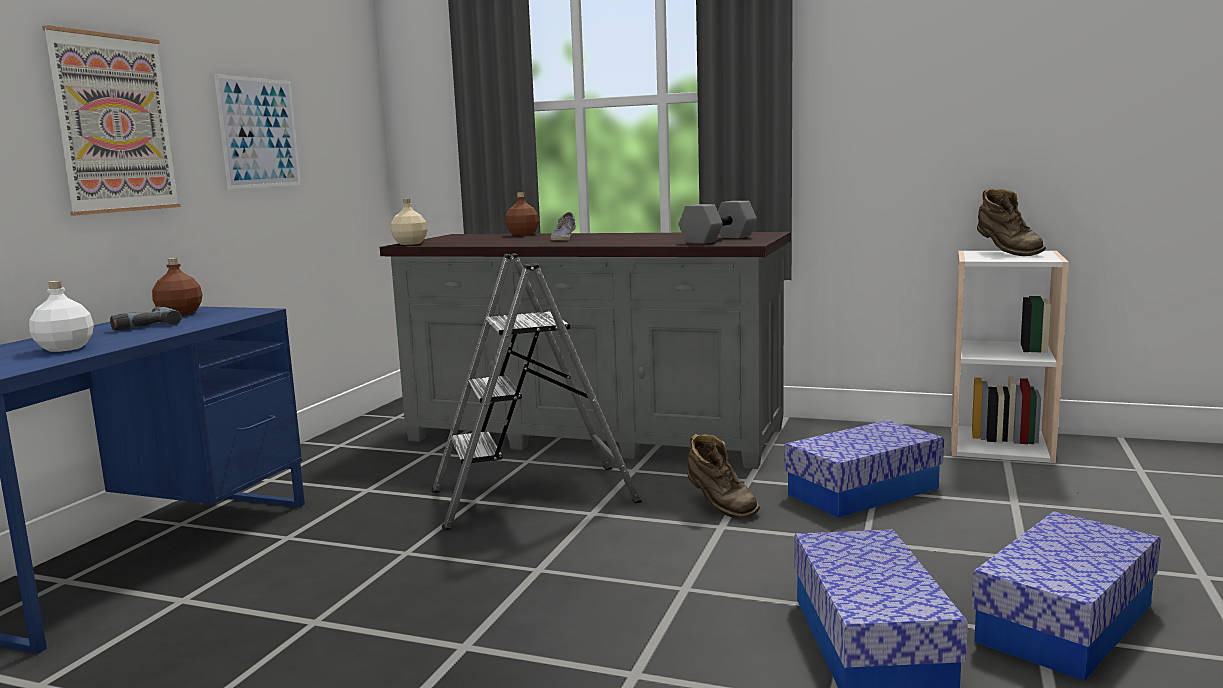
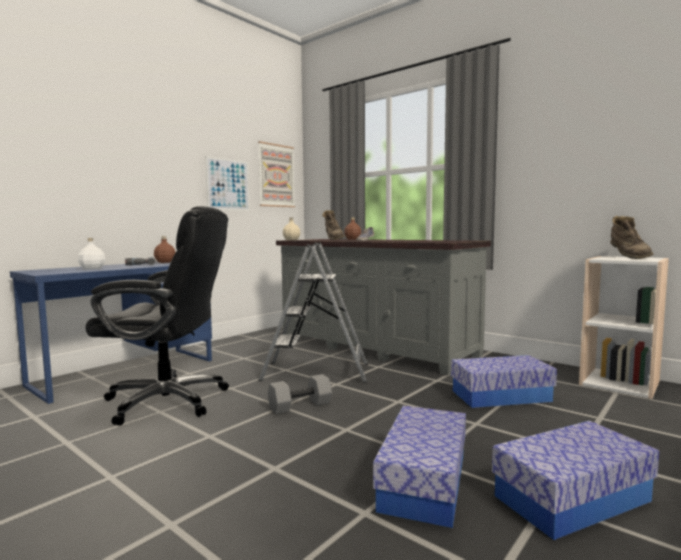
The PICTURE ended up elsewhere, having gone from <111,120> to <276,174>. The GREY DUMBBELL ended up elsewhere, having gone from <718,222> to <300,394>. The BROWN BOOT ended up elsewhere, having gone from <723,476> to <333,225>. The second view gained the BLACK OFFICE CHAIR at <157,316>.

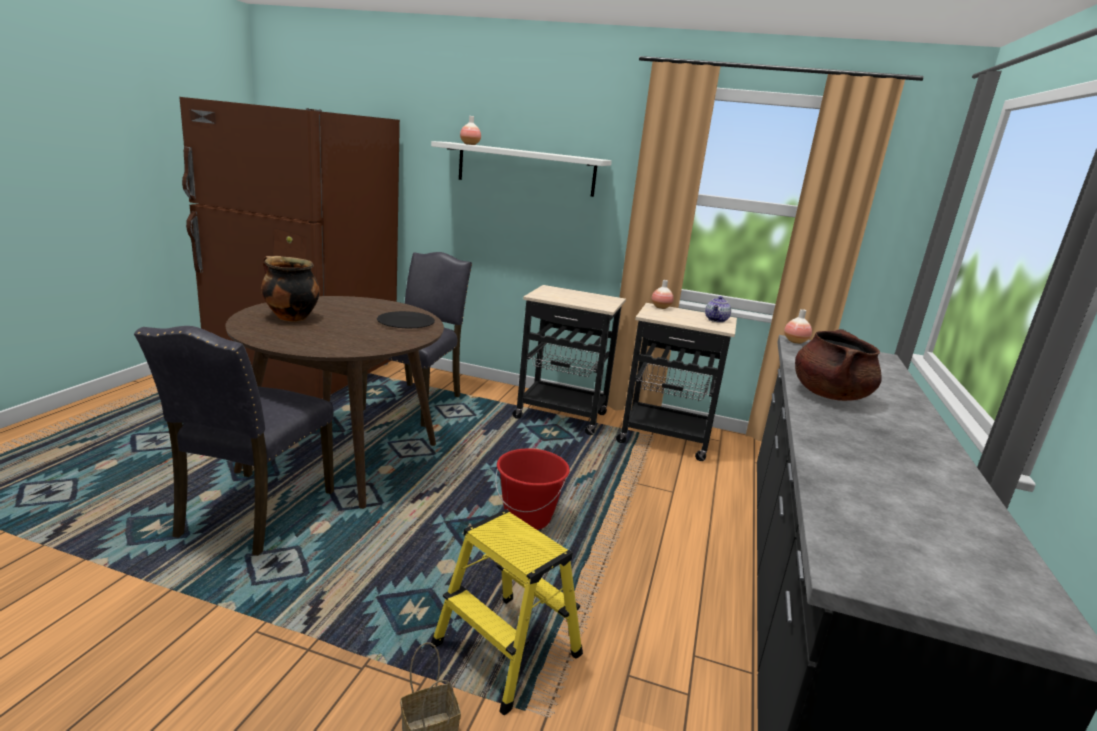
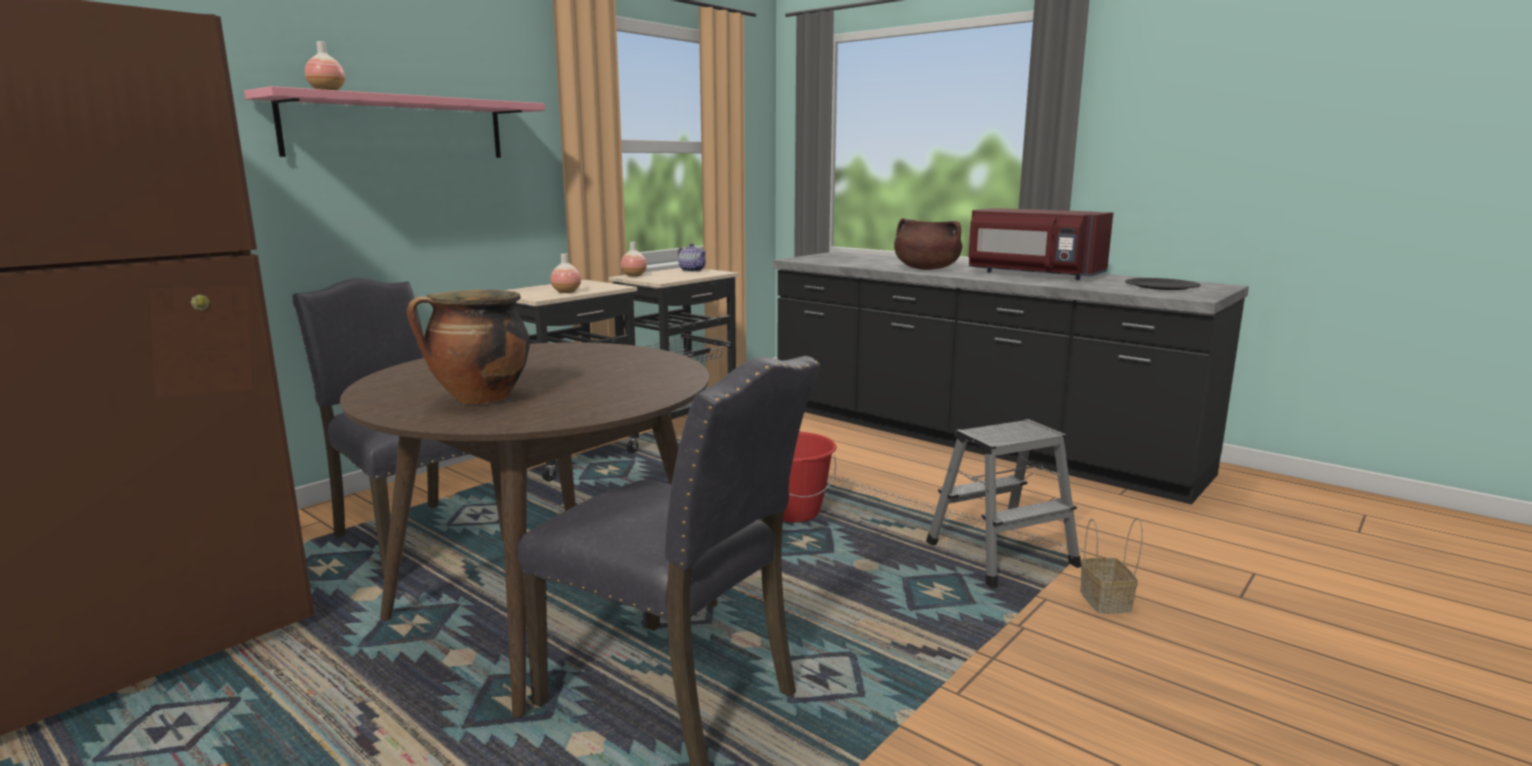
The BLACK PLATE ended up elsewhere, having gone from <406,319> to <1163,284>. What was the YELLOW STEP LADDER at <506,612> turned into the GREY STEP LADDER at <1003,503>. What was the WHITE SHELF at <521,169> turned into the PINK SHELF at <394,122>. The VASE ended up elsewhere, having gone from <798,326> to <565,273>. The second view gained the RED MICROWAVE at <1041,244>.

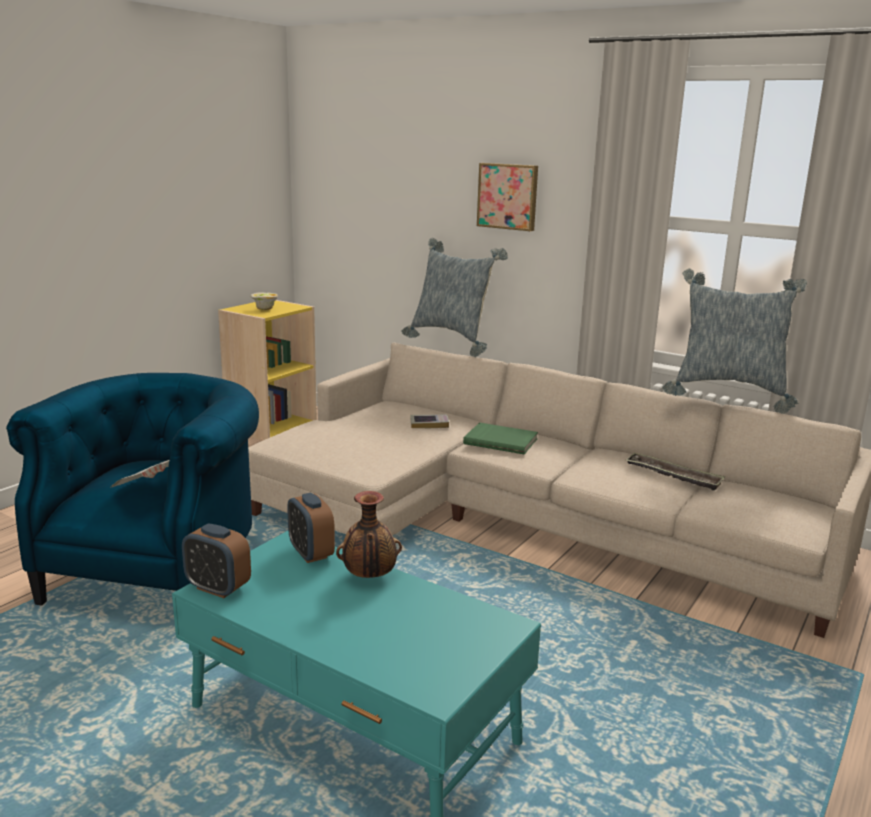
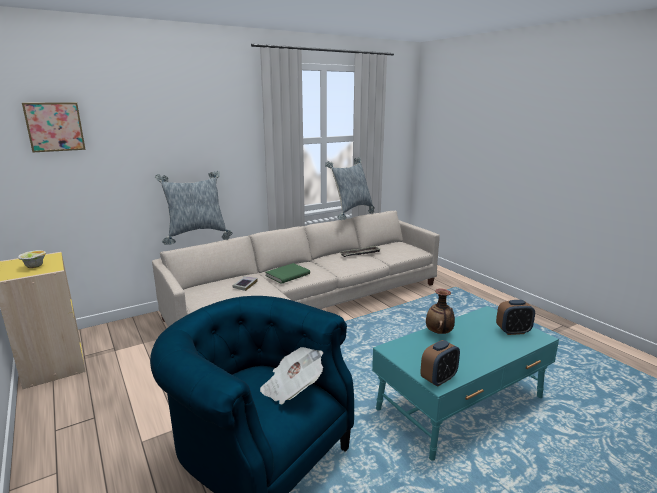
The ALARM CLOCK ended up elsewhere, having gone from <311,528> to <515,317>. The PICTURE ended up elsewhere, having gone from <507,197> to <54,127>.

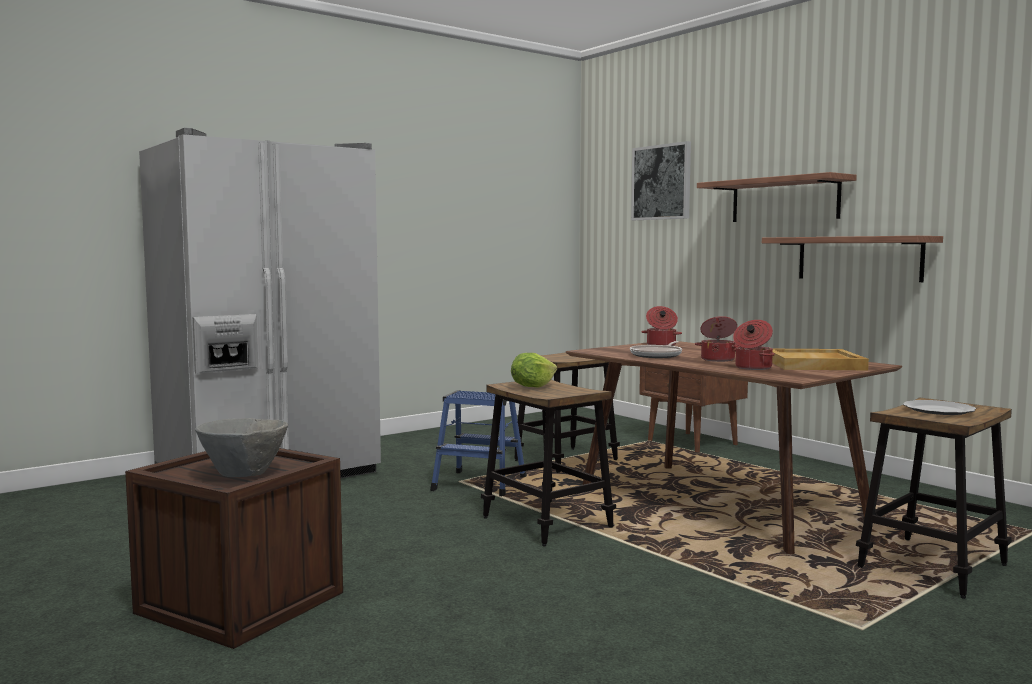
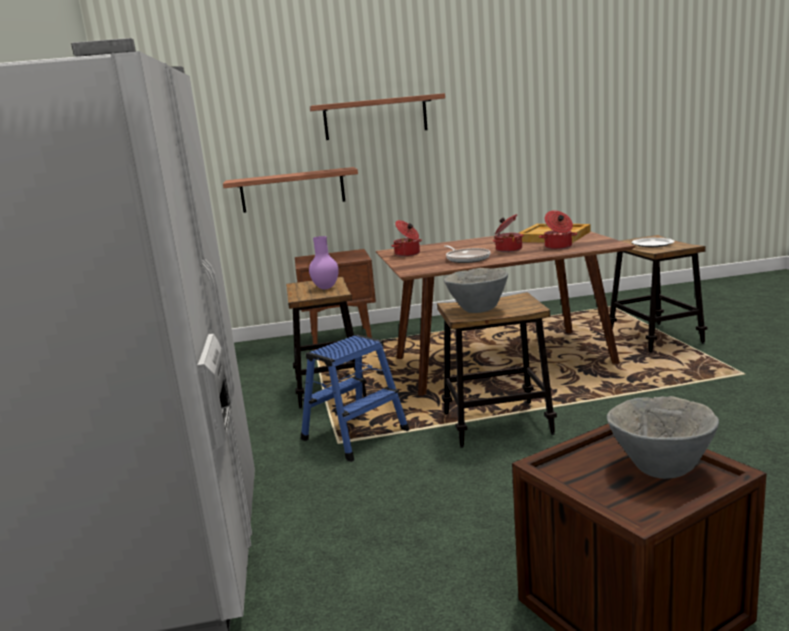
Where the LETTUCE stood at <534,370>, the GREY BOWL came to stand at <476,290>. The second view lost the PICTURE at <661,180>. The SHELF ended up elsewhere, having gone from <852,259> to <290,190>. The second view gained the PURPLE VASE at <324,262>.

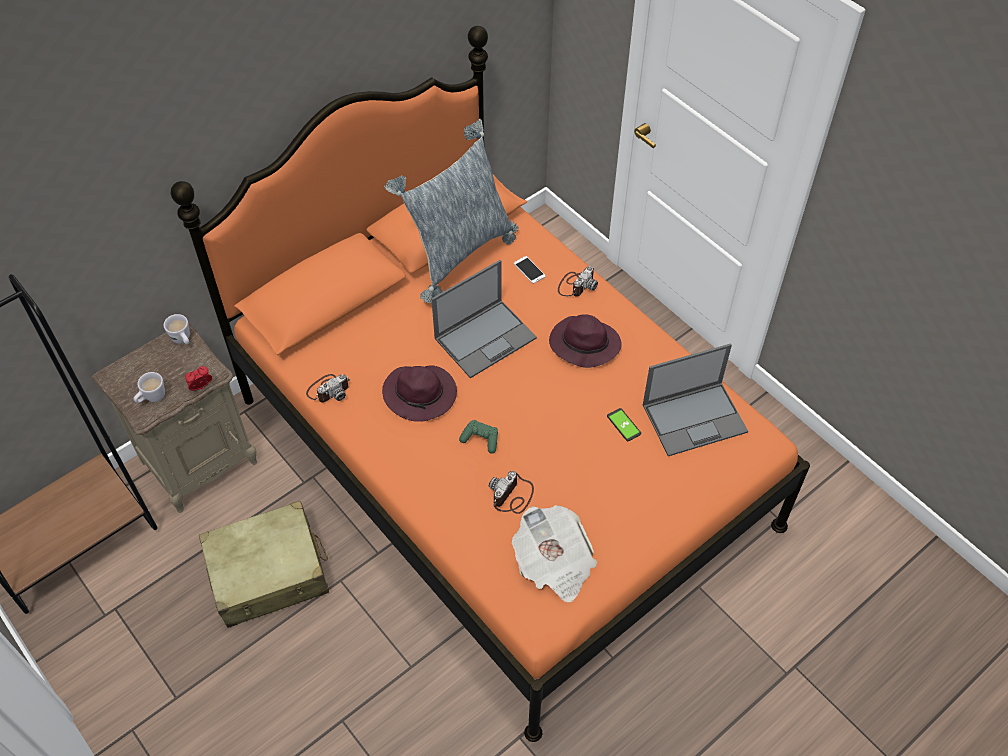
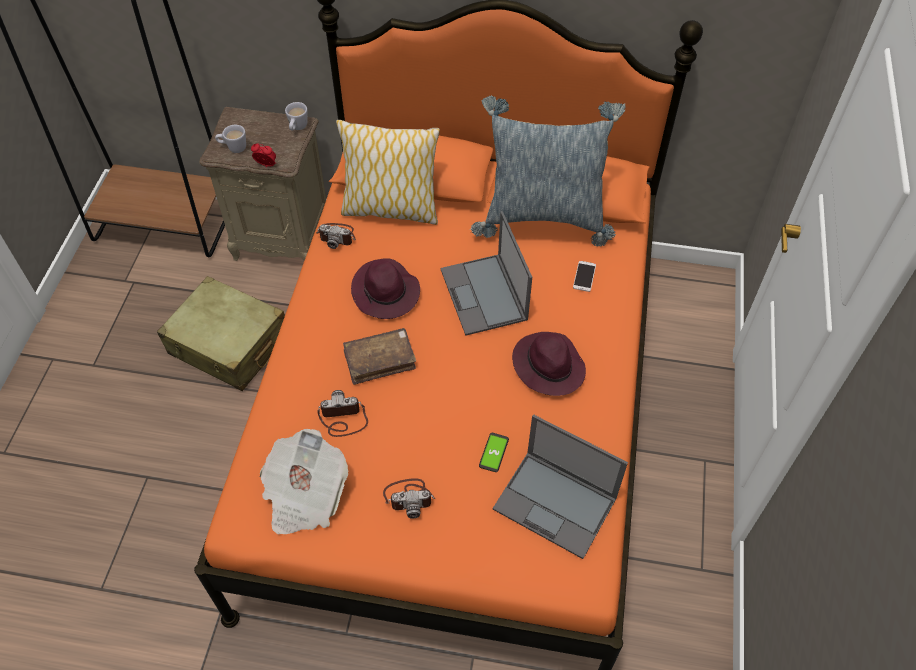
The LAPTOP at <484,319> ended up facing another way, 60 degrees clockwise from before. Where the GREEN GAME CONTROLLER stood at <478,437>, the BROWN BOOK came to stand at <379,356>. The PHOTO CAMERA ended up elsewhere, having gone from <578,281> to <409,498>. The second view gained the PILLOW at <388,172>.

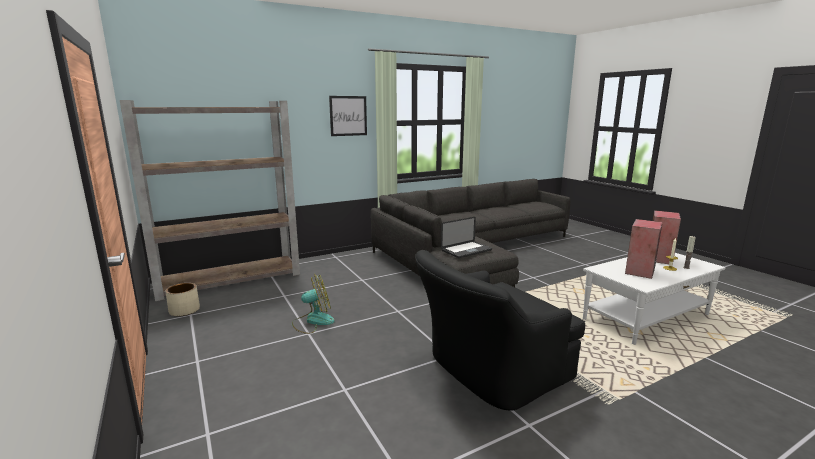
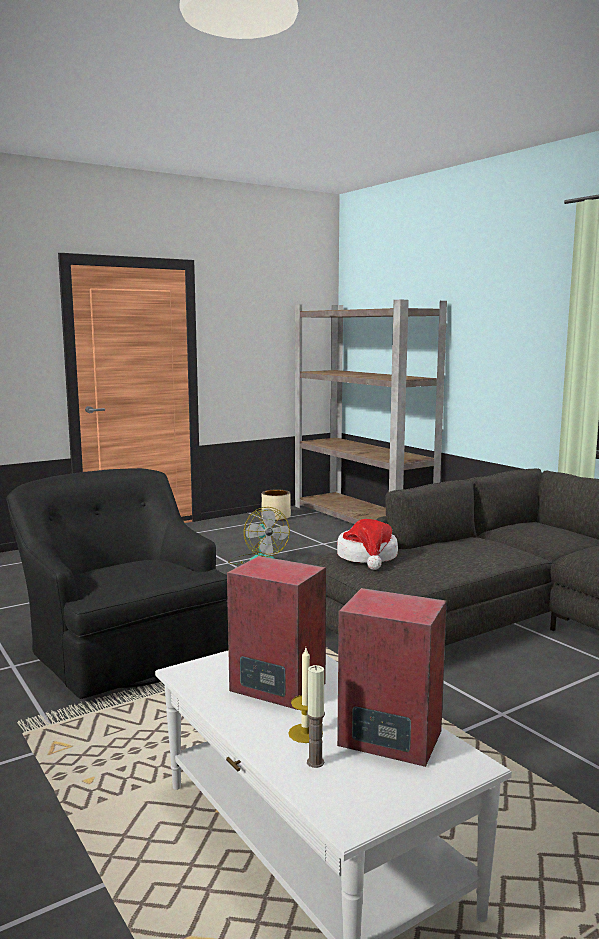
The second view lost the PICTURE at <348,116>. Where the LAPTOP stood at <466,237>, the HAT came to stand at <367,544>.

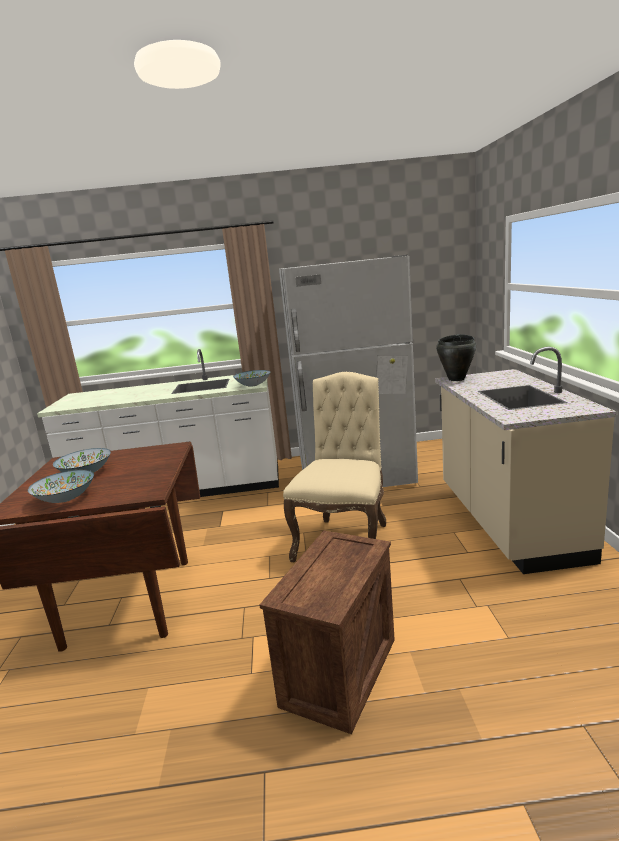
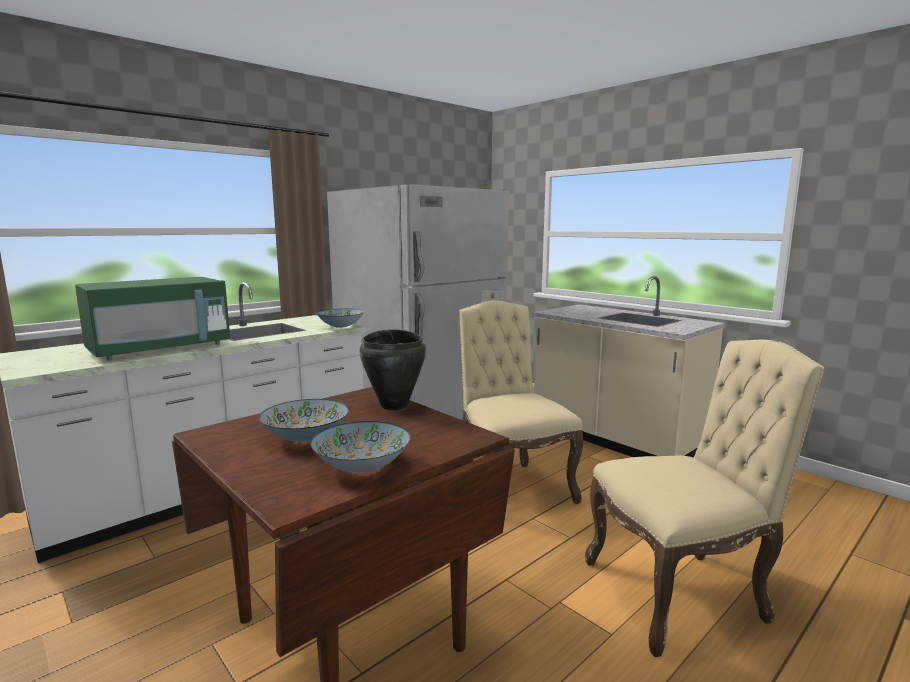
Where the CRATE stood at <327,632>, the BEIGE CHAIR came to stand at <704,498>. The BLACK COOKING POT ended up elsewhere, having gone from <456,357> to <392,369>. The second view gained the GREEN MICROWAVE at <152,318>.

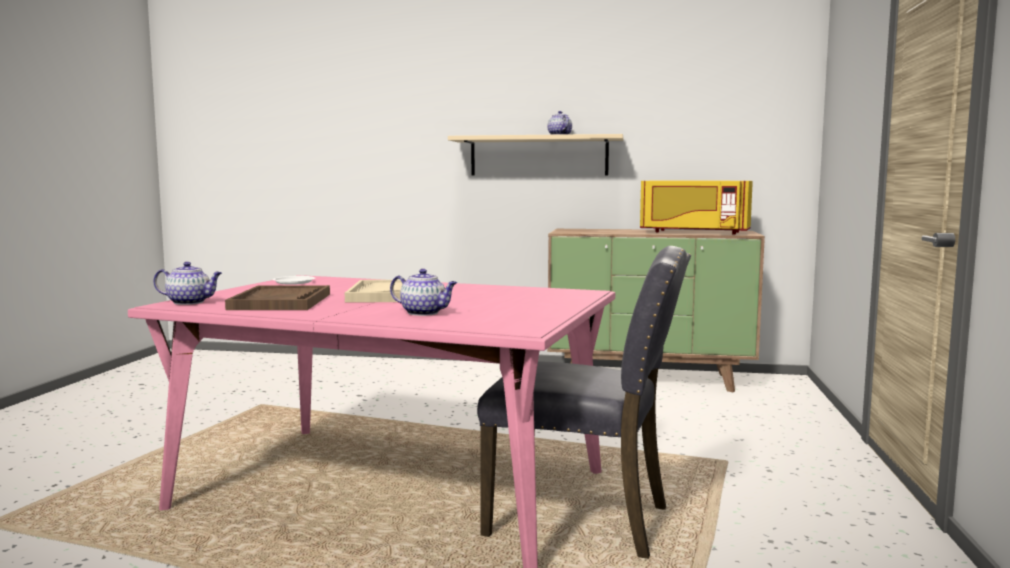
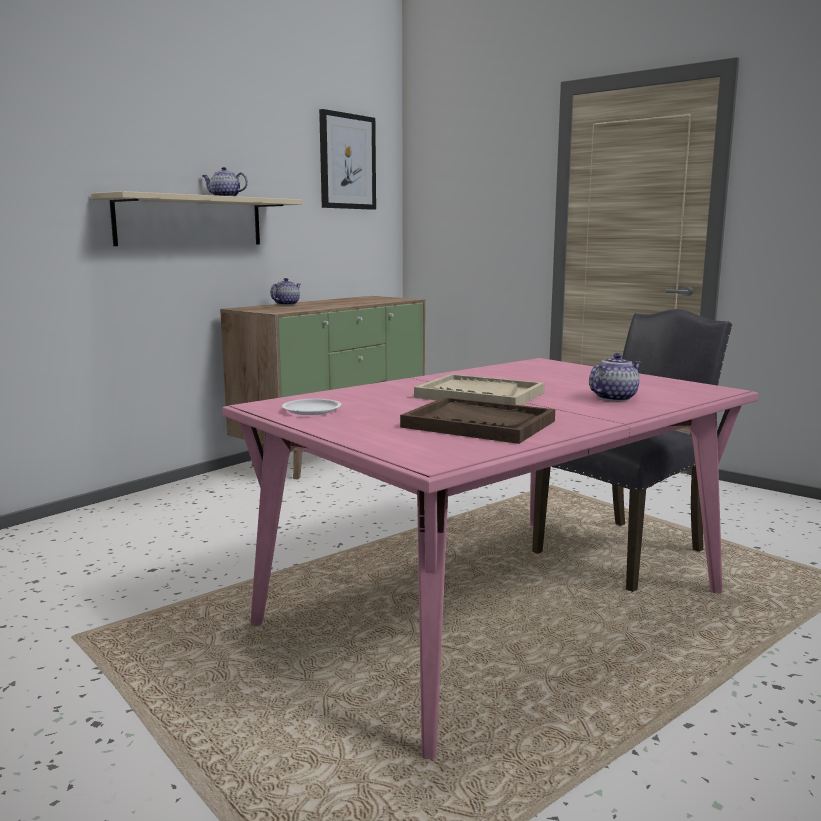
The TEAPOT ended up elsewhere, having gone from <187,283> to <285,291>. The second view lost the YELLOW MICROWAVE at <696,207>. The second view gained the PICTURE at <347,159>.

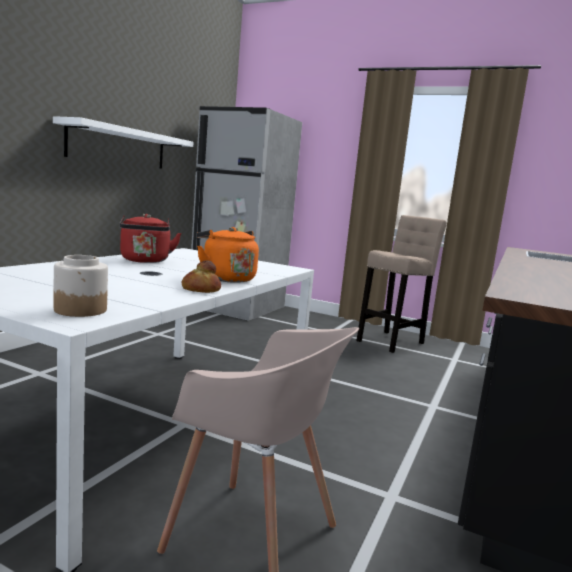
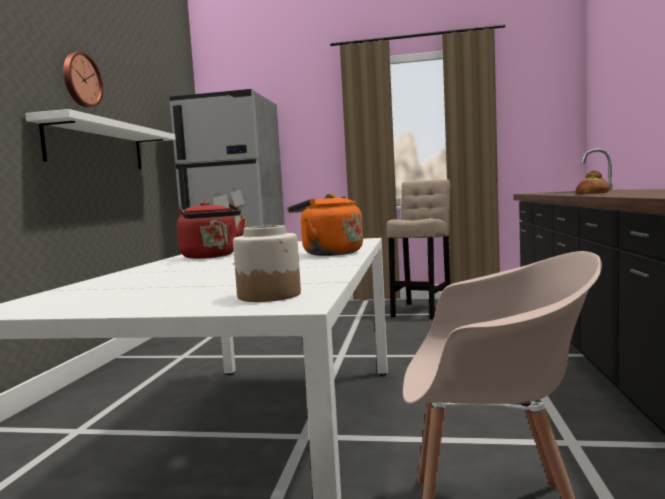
The BREAD ended up elsewhere, having gone from <201,276> to <593,182>. The second view gained the WALL CLOCK at <83,79>.

